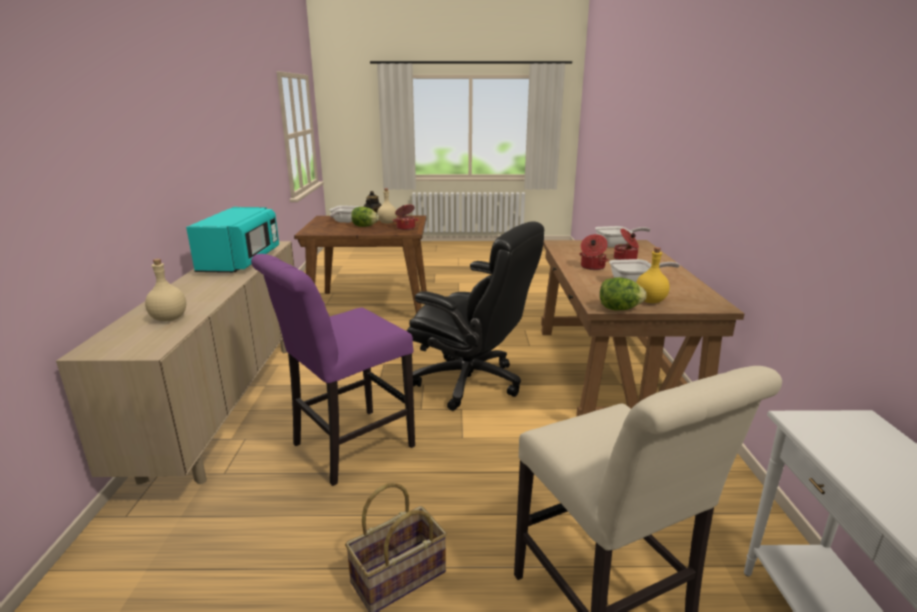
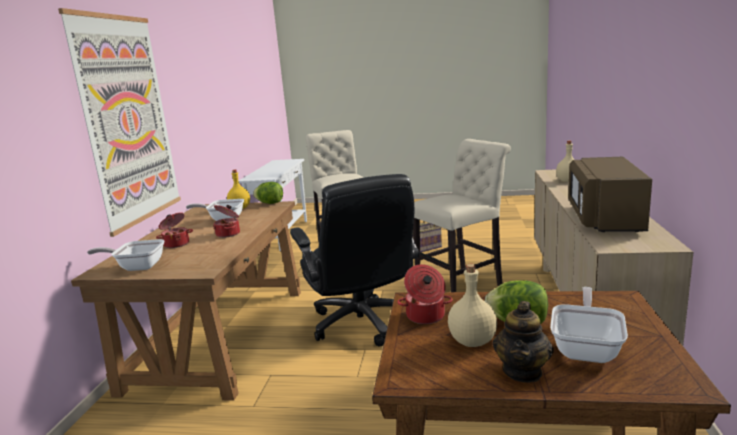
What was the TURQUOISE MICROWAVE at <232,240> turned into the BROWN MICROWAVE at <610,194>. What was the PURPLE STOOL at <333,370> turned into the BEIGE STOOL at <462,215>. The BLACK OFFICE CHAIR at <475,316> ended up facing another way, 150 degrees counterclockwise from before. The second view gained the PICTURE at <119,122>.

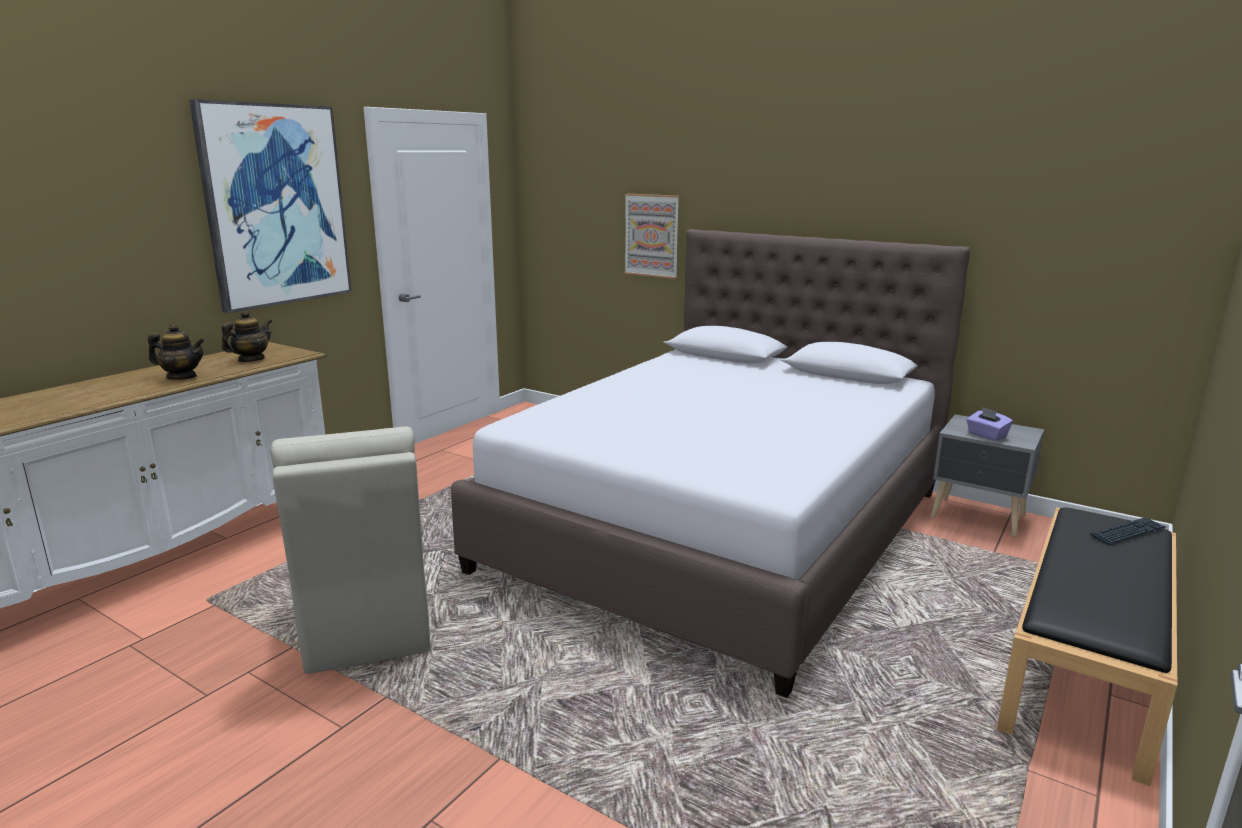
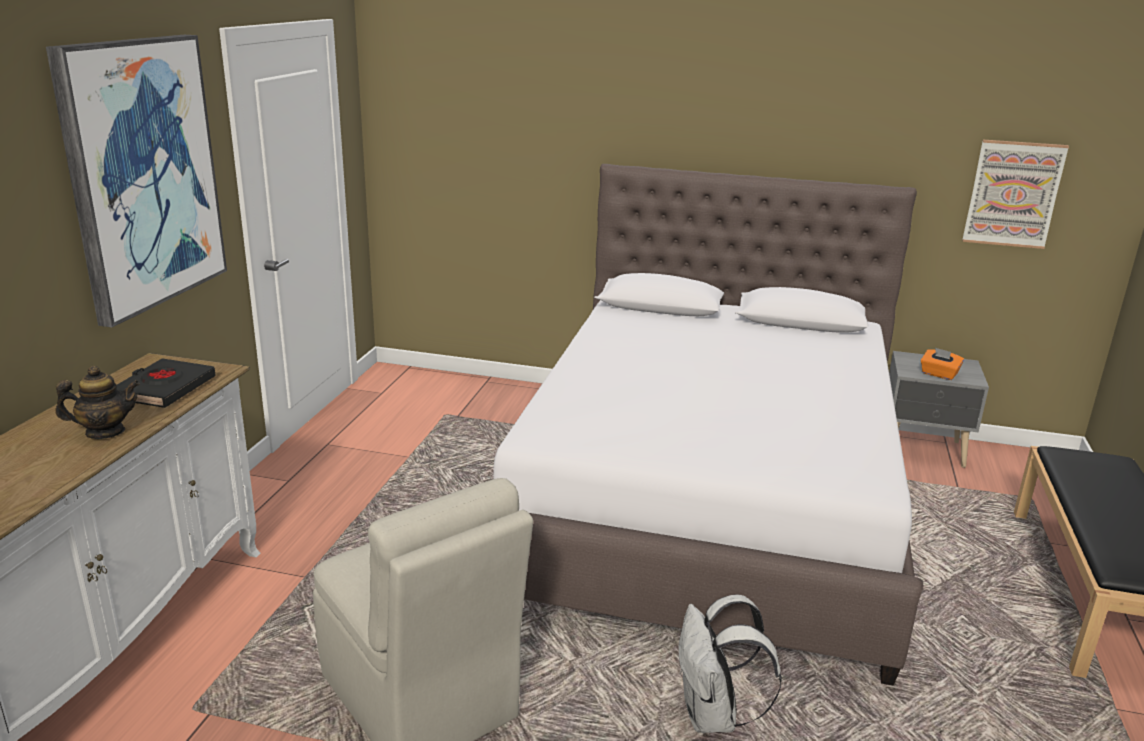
Where the TEAPOT stood at <247,336>, the BLACK BOOK came to stand at <166,383>. The PICTURE ended up elsewhere, having gone from <651,236> to <1015,194>. What was the PURPLE TISSUE BOX at <989,424> turned into the ORANGE TISSUE BOX at <942,363>. The second view lost the KEYBOARD at <1128,531>. The second view gained the WHITE BACKPACK at <730,664>.

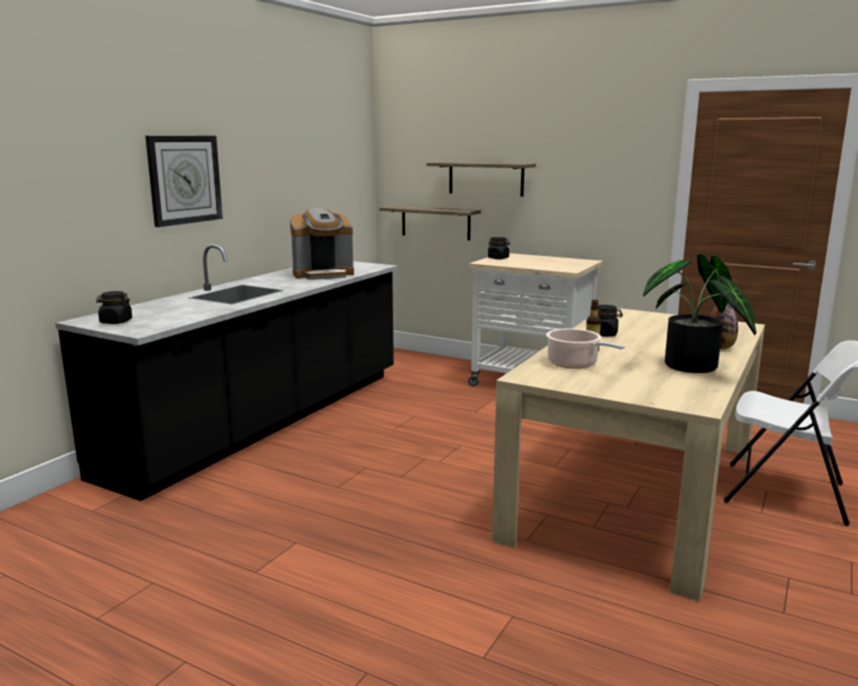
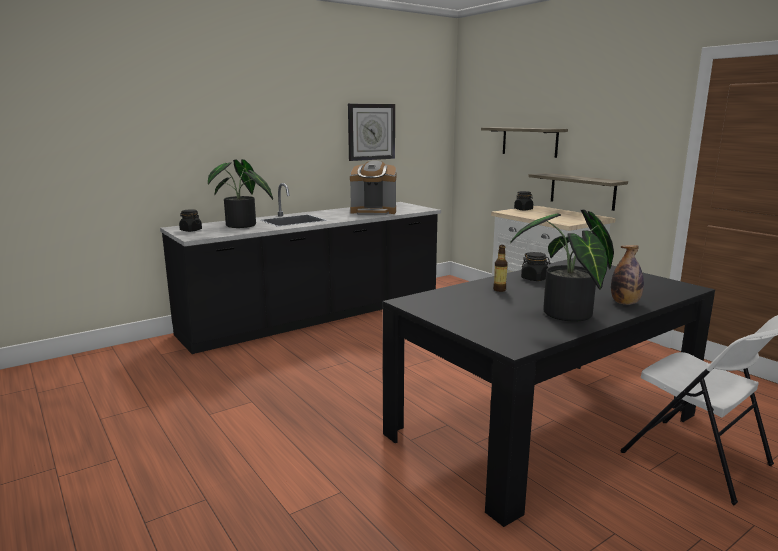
The WALL CLOCK ended up elsewhere, having gone from <184,181> to <371,132>. The SHELF ended up elsewhere, having gone from <430,223> to <578,192>. What was the BEIGE DINING TABLE at <628,454> turned into the BLACK DINING TABLE at <549,392>. The second view lost the COOKING POT at <585,348>. The second view gained the POTTED PLANT at <240,193>.

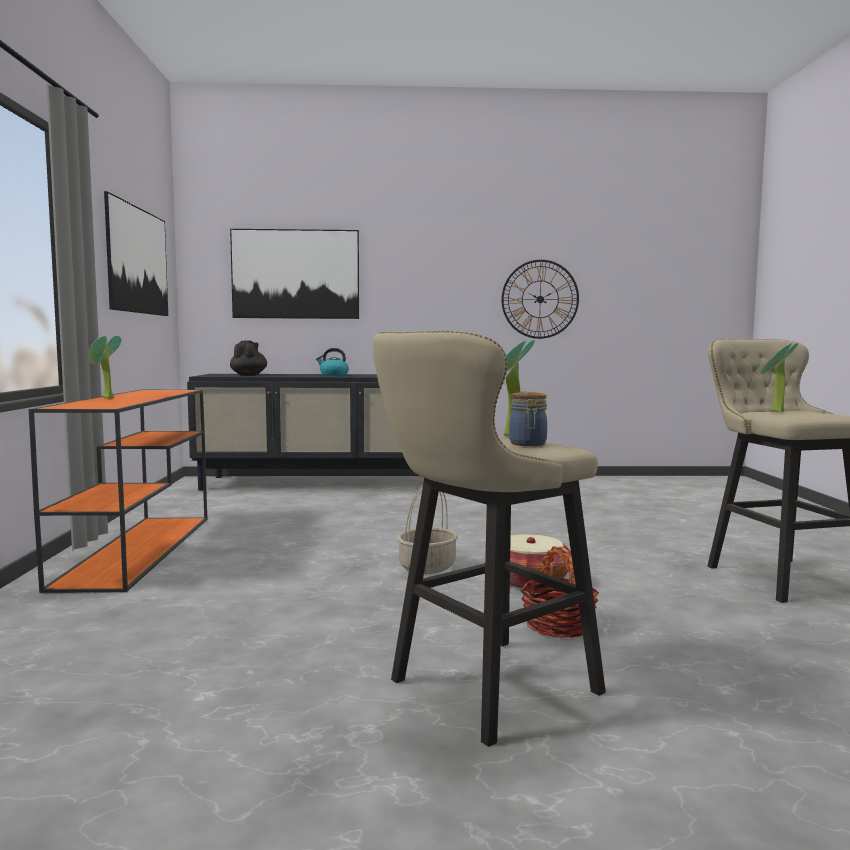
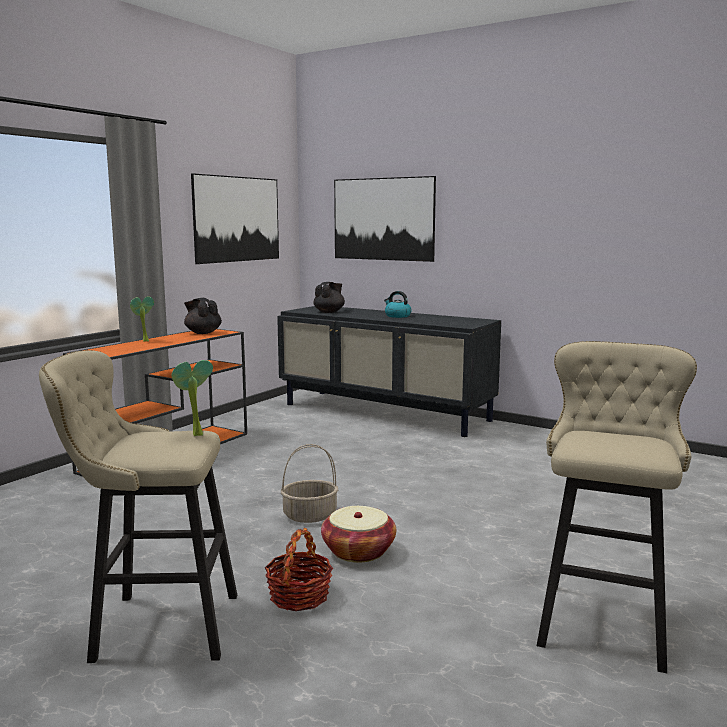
The second view lost the WALL CLOCK at <540,299>. The second view lost the JAR at <528,419>. The second view lost the POTTED PLANT at <779,377>. The second view gained the BLACK TEAPOT at <203,316>.

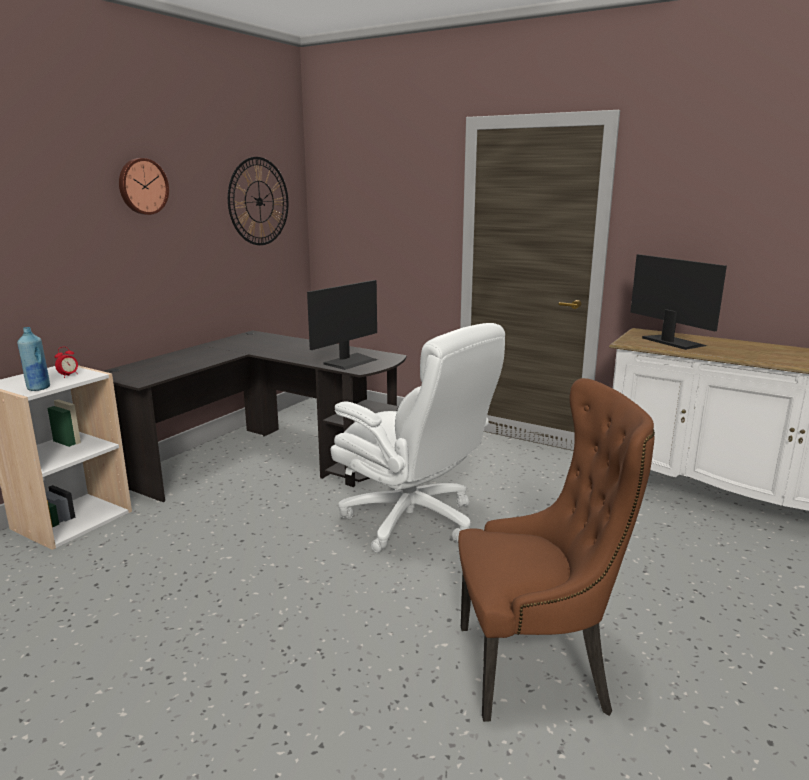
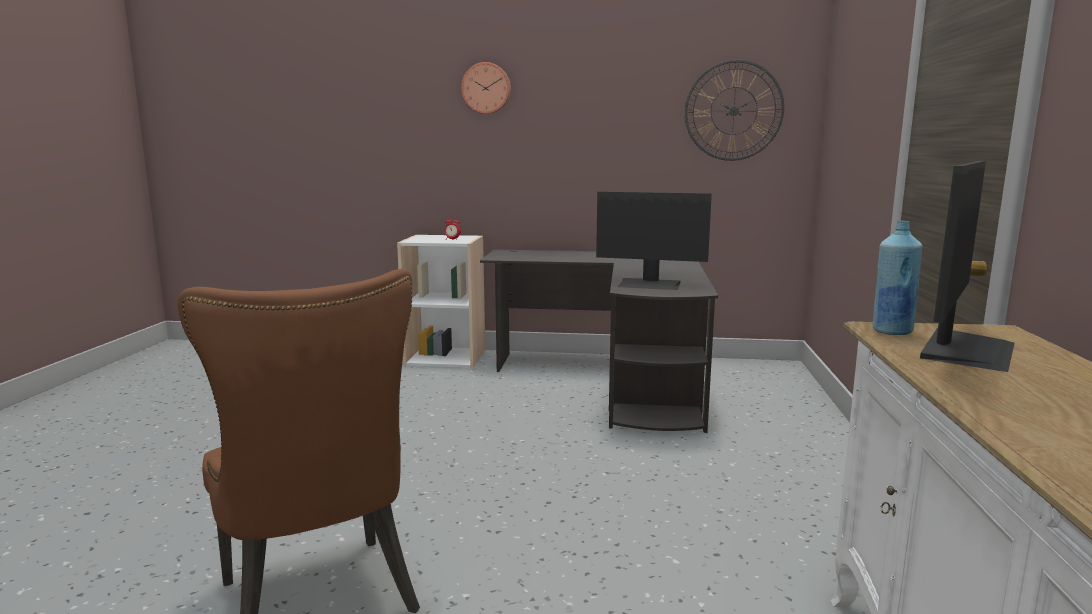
The BLUE BOTTLE ended up elsewhere, having gone from <33,359> to <897,277>. The WALL CLOCK ended up elsewhere, having gone from <144,186> to <486,88>. The second view lost the WHITE OFFICE CHAIR at <418,438>.

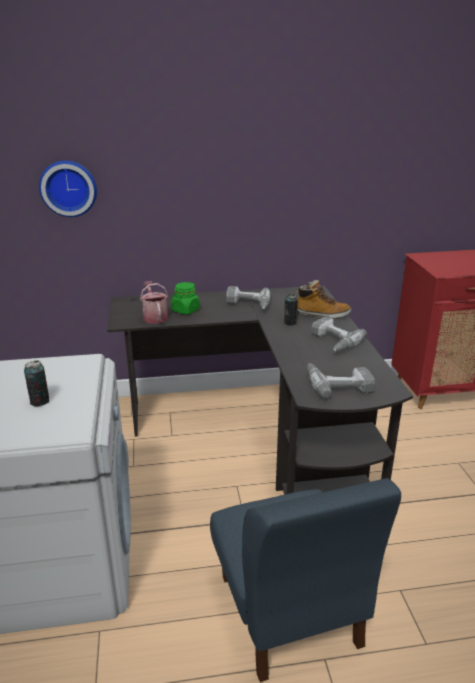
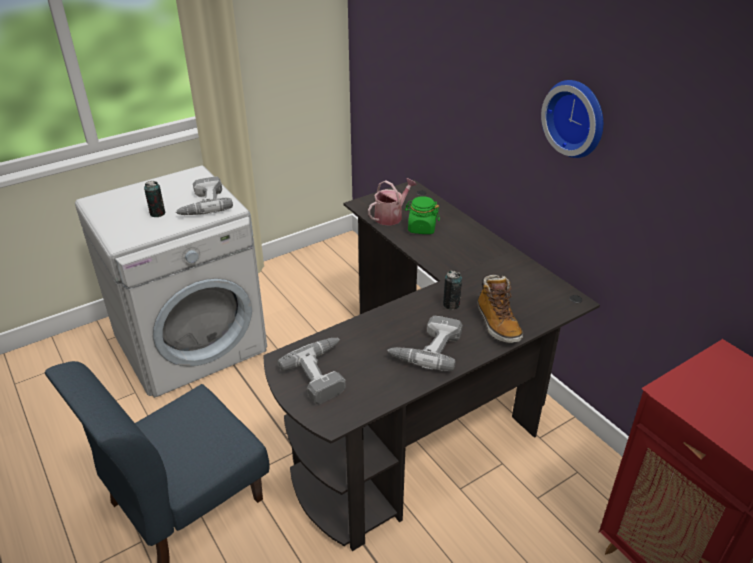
The WALL CLOCK ended up elsewhere, having gone from <68,189> to <572,119>. The POWER DRILL ended up elsewhere, having gone from <248,297> to <204,196>.

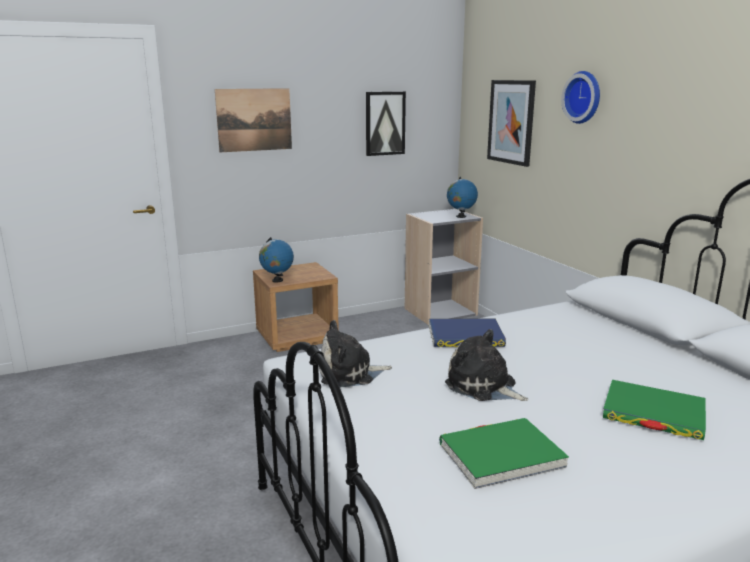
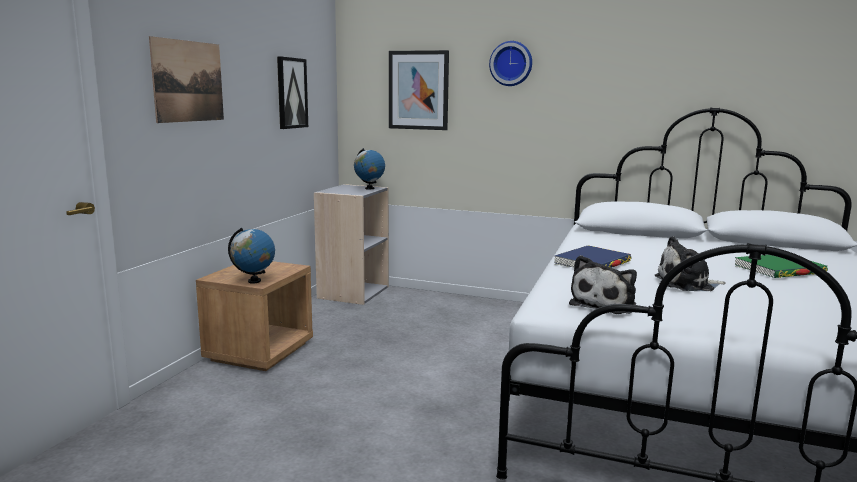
The second view lost the GREEN BOOK at <504,453>.

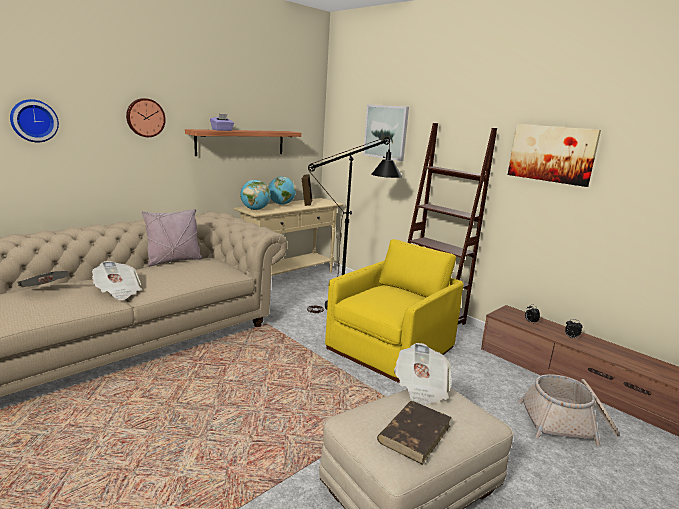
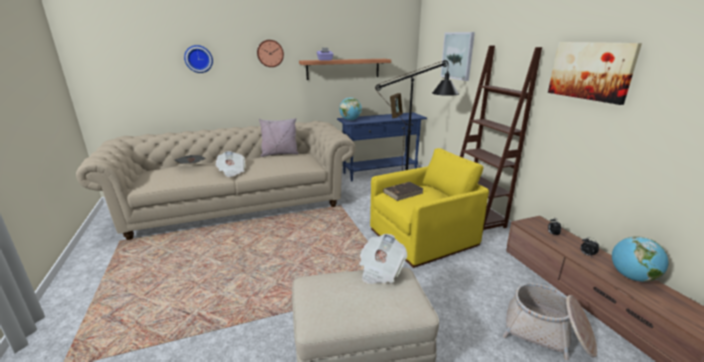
What was the BEIGE CONSOLE TABLE at <289,237> turned into the BLUE CONSOLE TABLE at <382,146>. The GLOBE ended up elsewhere, having gone from <282,190> to <640,259>. The BROWN BOOK ended up elsewhere, having gone from <414,433> to <403,191>.

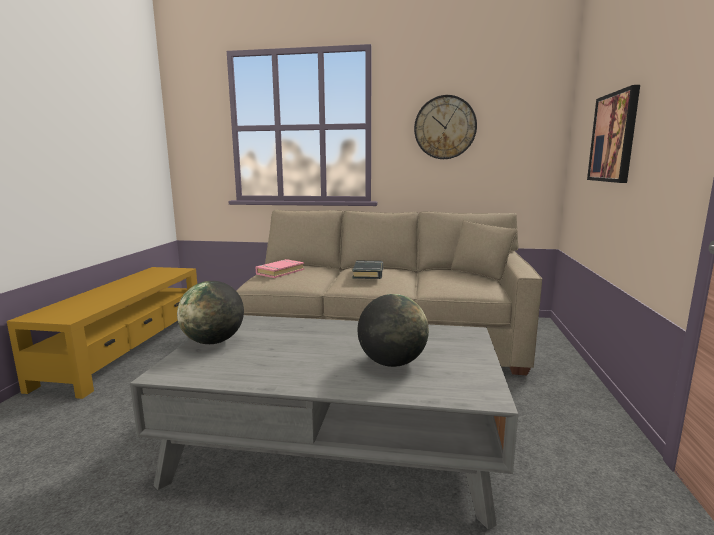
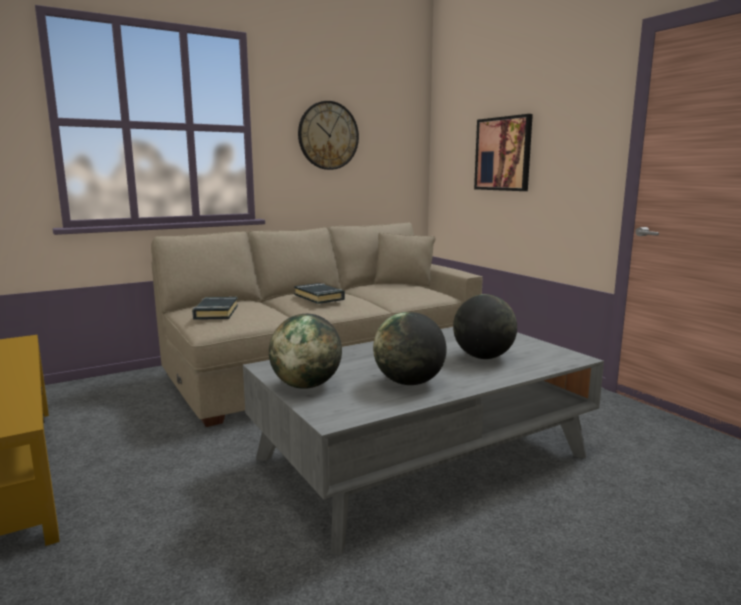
What was the PINK BOOK at <280,268> turned into the BLACK BOOK at <215,308>. The second view gained the GLOBE at <410,348>.

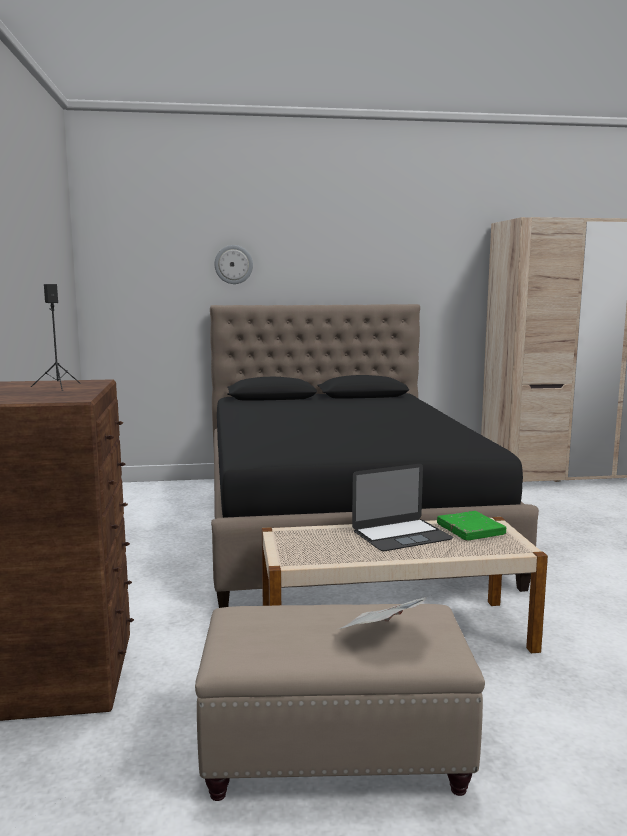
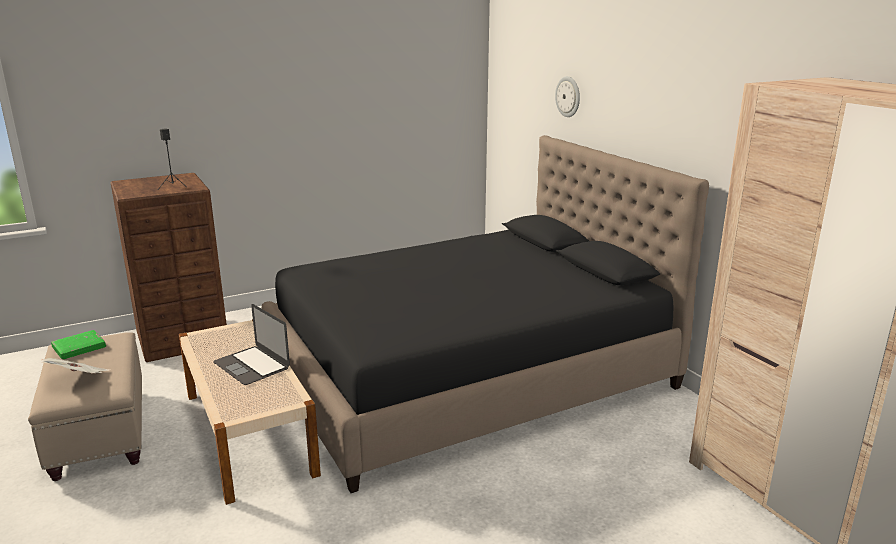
The GREEN BOOK ended up elsewhere, having gone from <471,526> to <78,344>.

